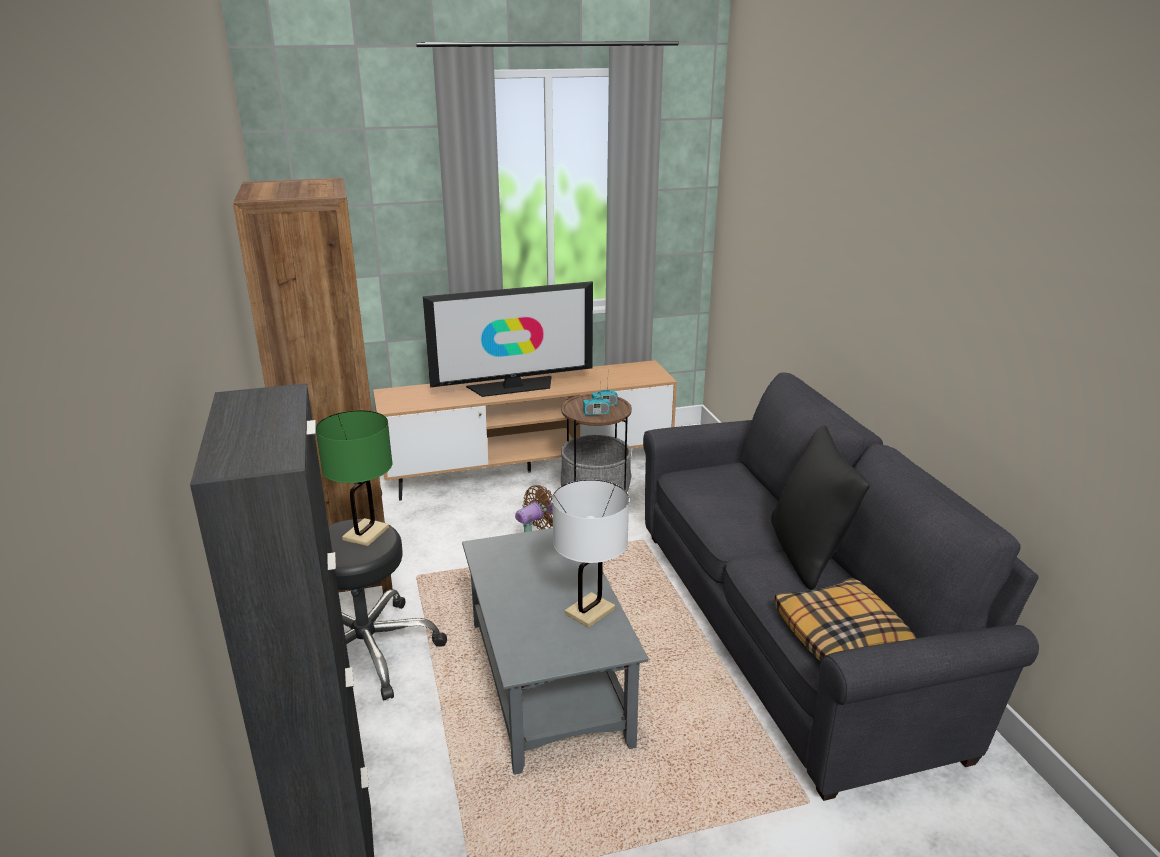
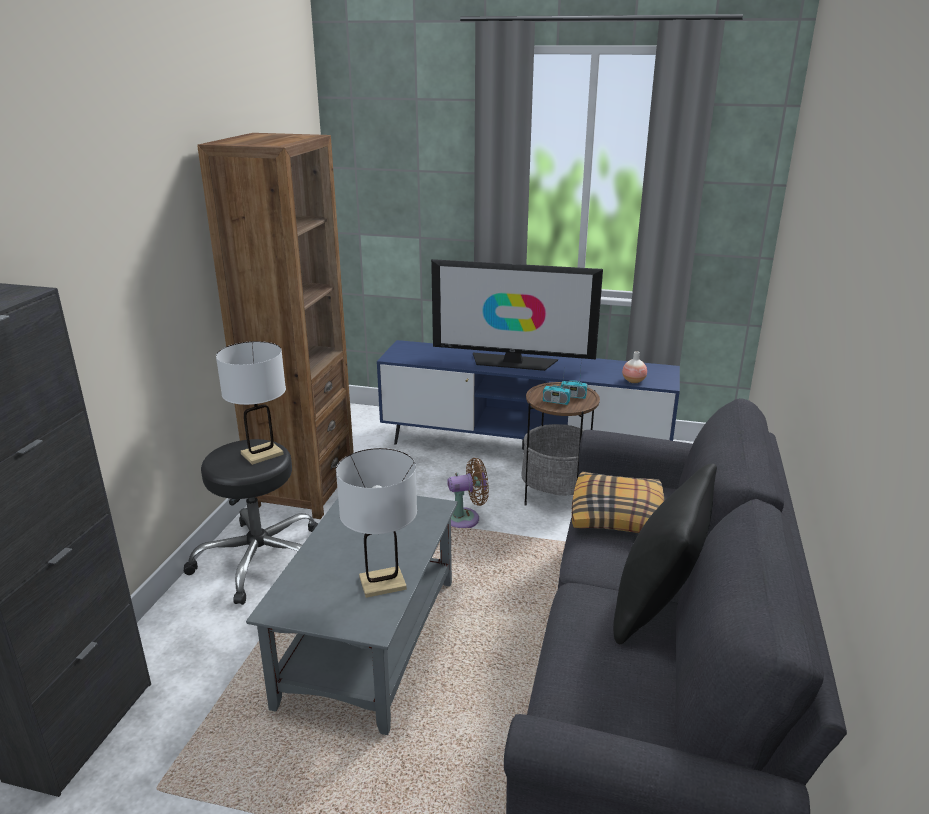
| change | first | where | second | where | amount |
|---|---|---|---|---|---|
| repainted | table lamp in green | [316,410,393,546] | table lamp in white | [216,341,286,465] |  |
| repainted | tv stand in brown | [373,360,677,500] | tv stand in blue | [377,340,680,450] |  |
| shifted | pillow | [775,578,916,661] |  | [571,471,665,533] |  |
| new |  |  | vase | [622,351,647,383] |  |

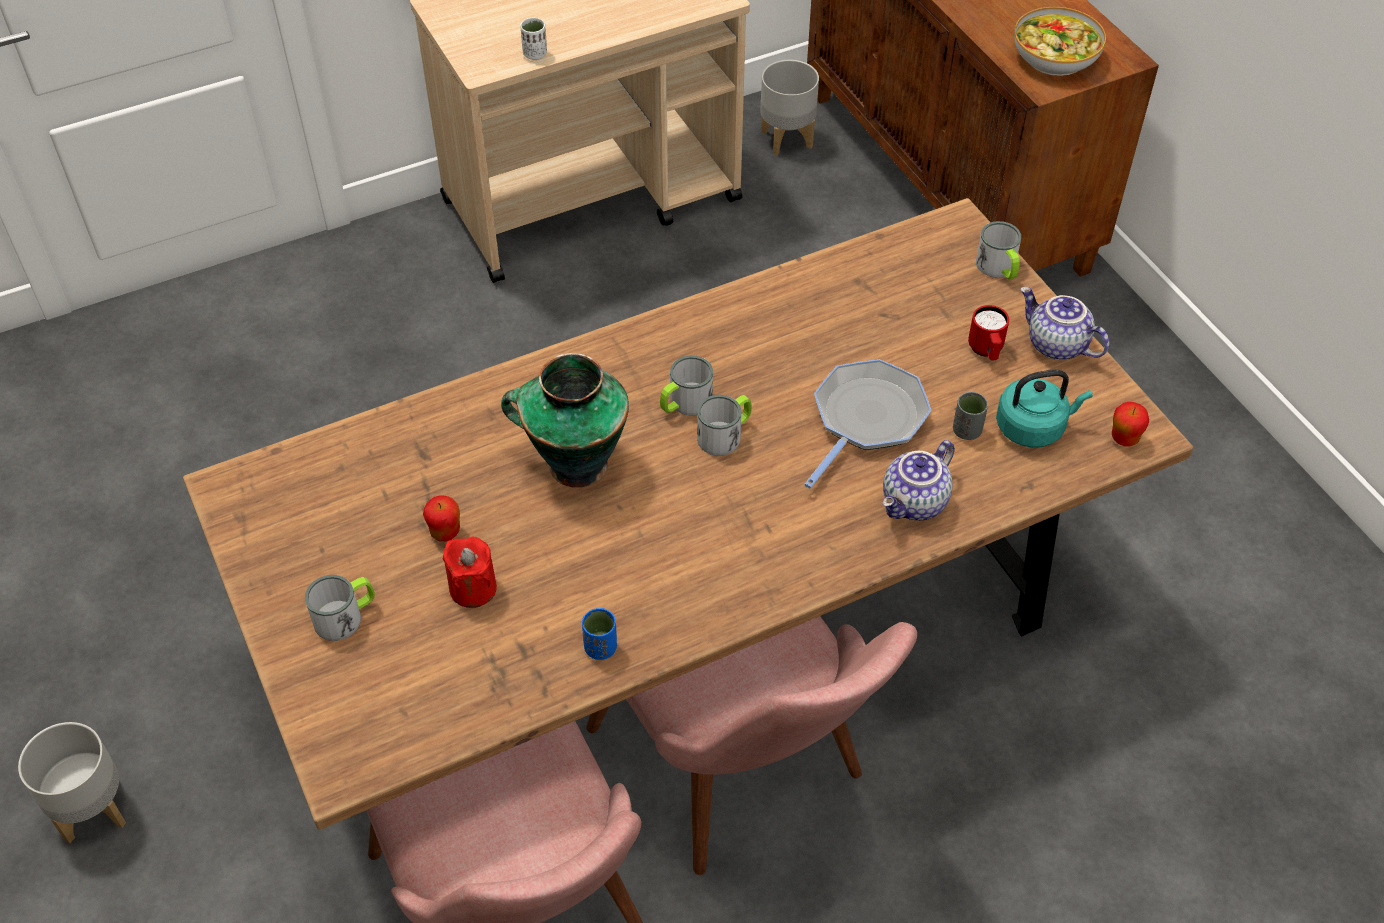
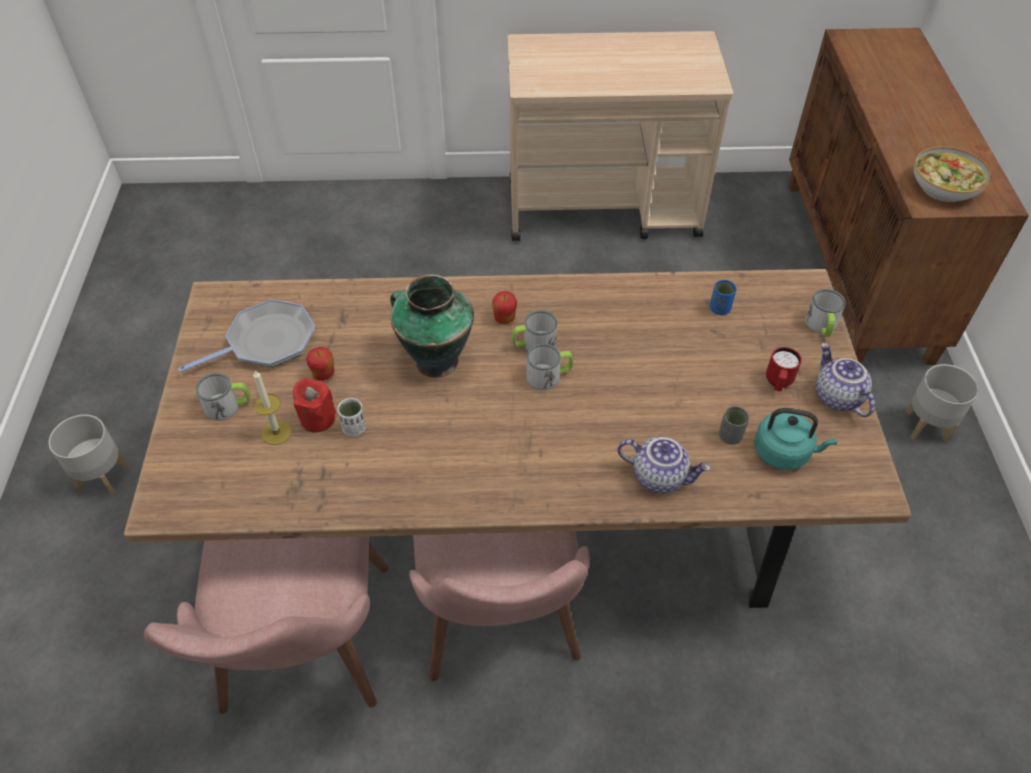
| change | first | where | second | where | amount |
|---|---|---|---|---|---|
| shifted | frying pan | [804,359,931,489] |  | [178,299,315,372] |  |
| new |  |  | candle | [253,370,292,445] |  |
| shifted | cup in white | [520,18,547,60] |  | [338,398,366,437] |  |
| shifted | apple | [1112,402,1149,447] |  | [492,291,517,324] |  |
| rotated | teapot | [883,440,955,520] |  | [618,437,711,493] | 135 degrees counterclockwise |
| shifted | cup in blue | [582,608,617,660] |  | [710,280,737,315] |  |
| shifted | planter in grey | [760,60,819,156] |  | [906,364,979,443] |  |

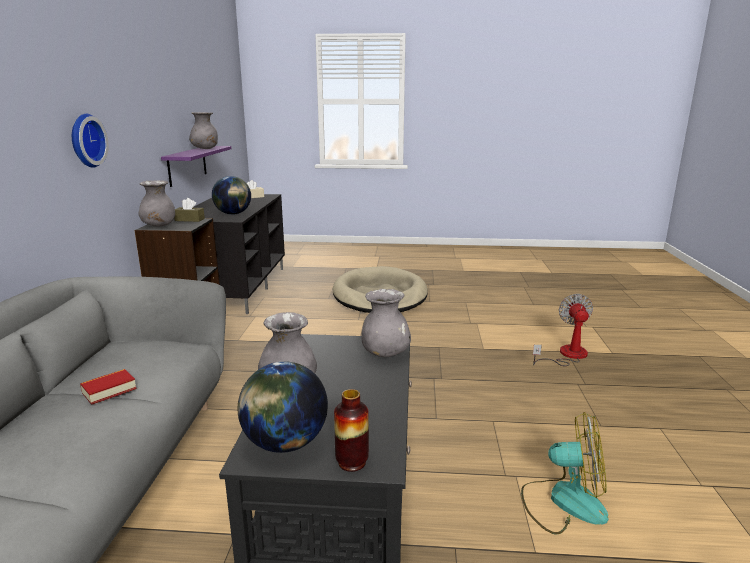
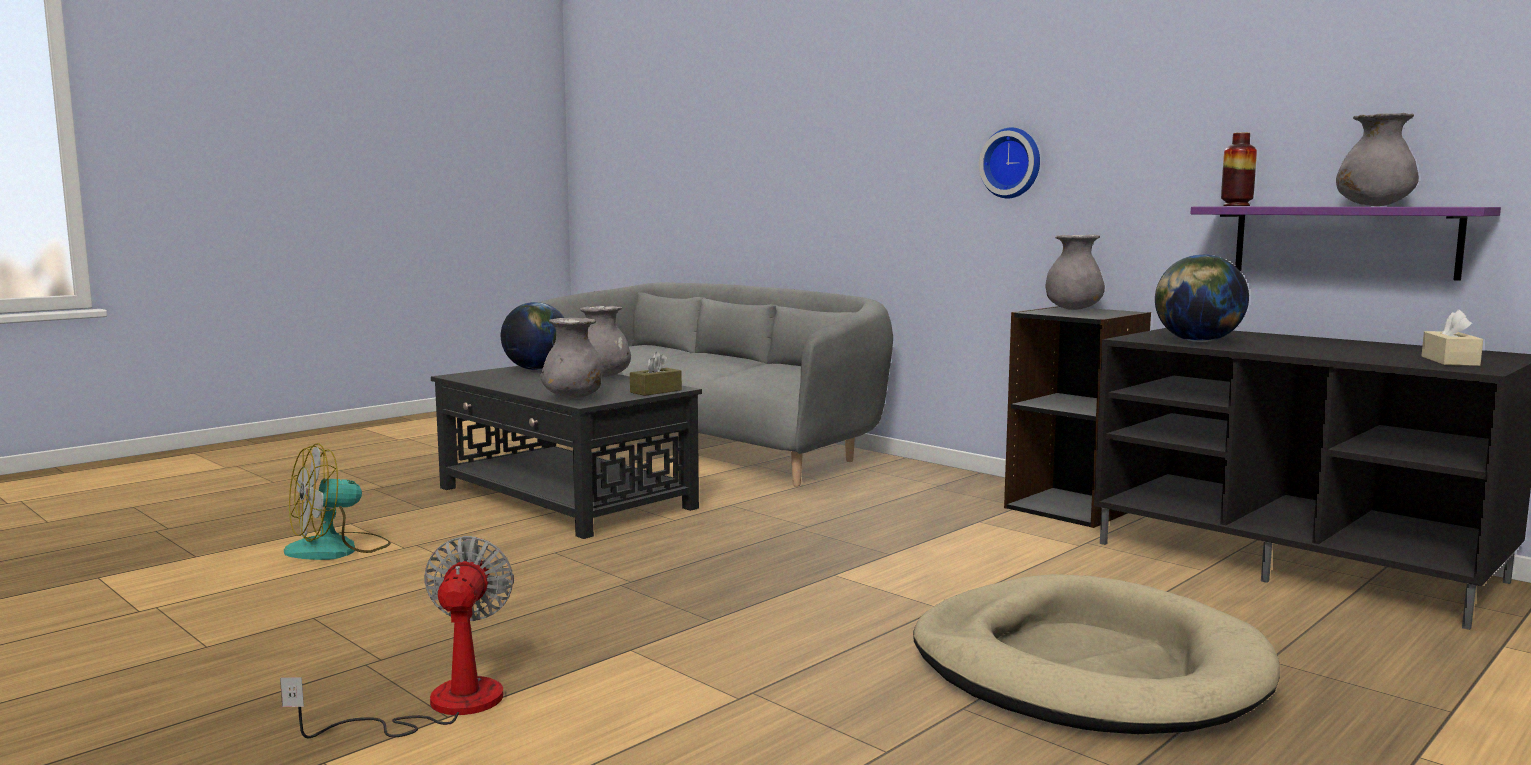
| change | first | where | second | where | amount |
|---|---|---|---|---|---|
| rotated | fan | [533,294,593,366] |  | [280,536,514,738] | 135 degrees counterclockwise |
| shifted | tissue box in brown | [174,198,205,222] |  | [630,352,682,396] |  |
| shifted | vase | [334,389,369,472] |  | [1221,133,1257,206] |  |
| gone | book | [80,369,137,405] |  |  |  |

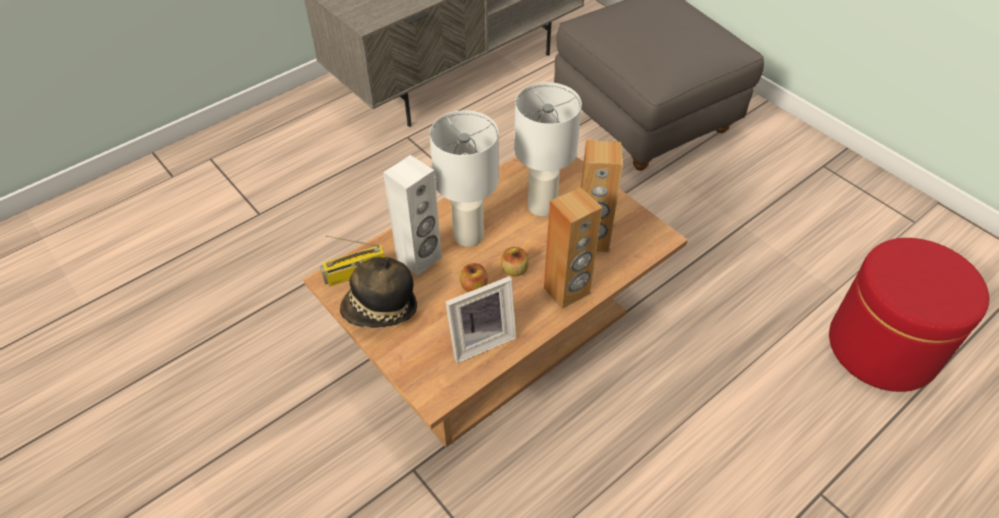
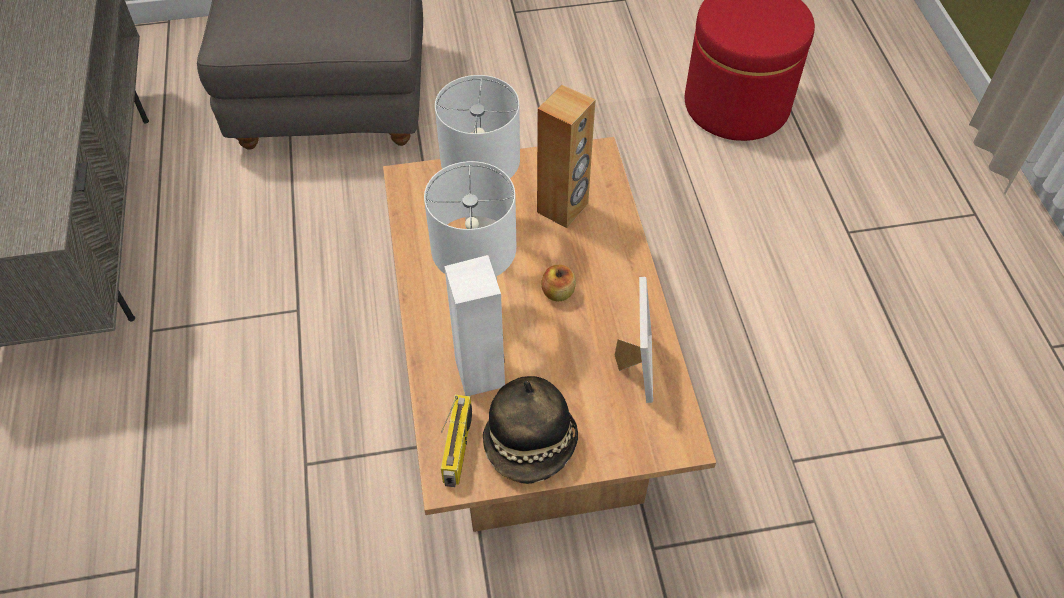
| change | first | where | second | where | amount |
|---|---|---|---|---|---|
| gone | apple | [460,263,488,292] |  |  |  |
| gone | speaker in brown | [544,187,602,309] |  |  |  |

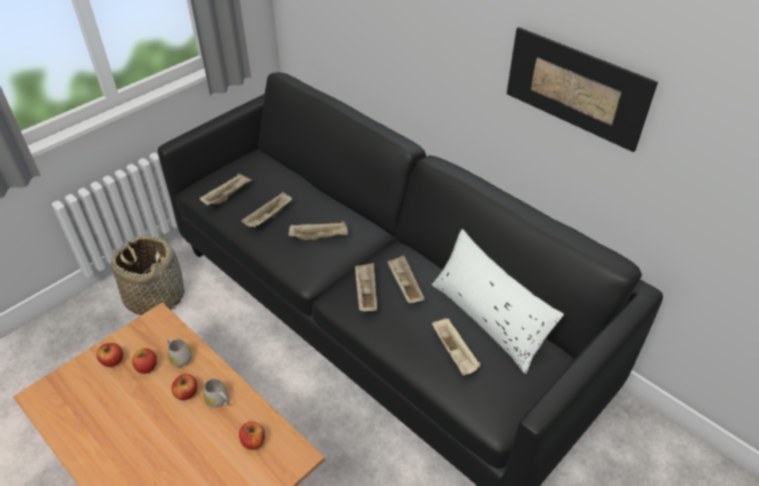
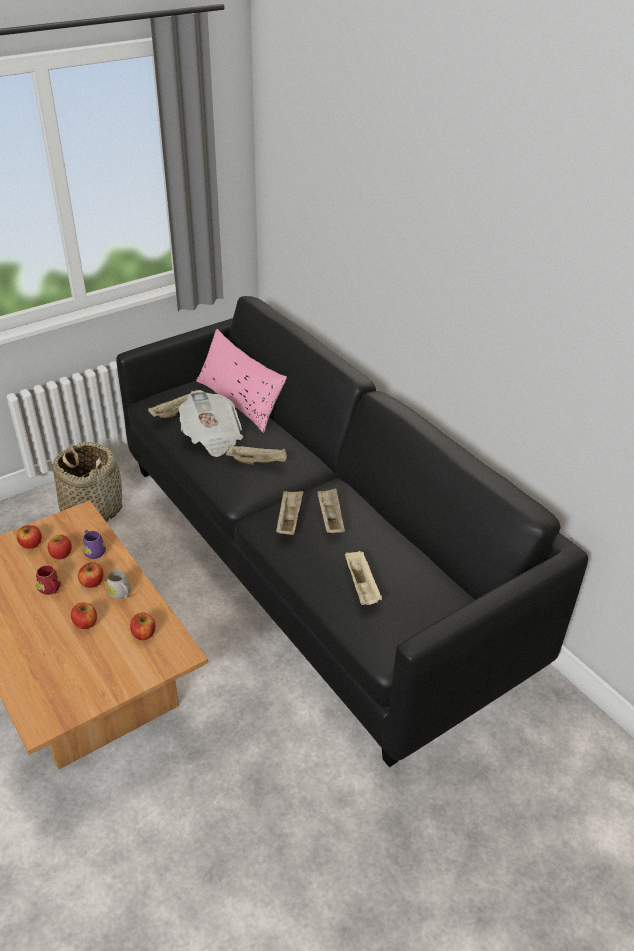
| change | first | where | second | where | amount |
|---|---|---|---|---|---|
| new |  |  | mug in red | [36,565,61,595] |  |
| new |  |  | apple | [71,603,97,629] |  |
| repainted | mug in white | [167,339,192,367] | mug in purple | [82,530,106,559] |  |
| swapped | tray in beige | [241,192,292,228] | newspaper | [179,390,243,457] |  |
| new |  |  | pillow in pink | [196,329,287,433] |  |
| gone | pillow in white | [432,229,564,374] |  |  |  |
| gone | picture | [507,27,658,152] |  |  |  |

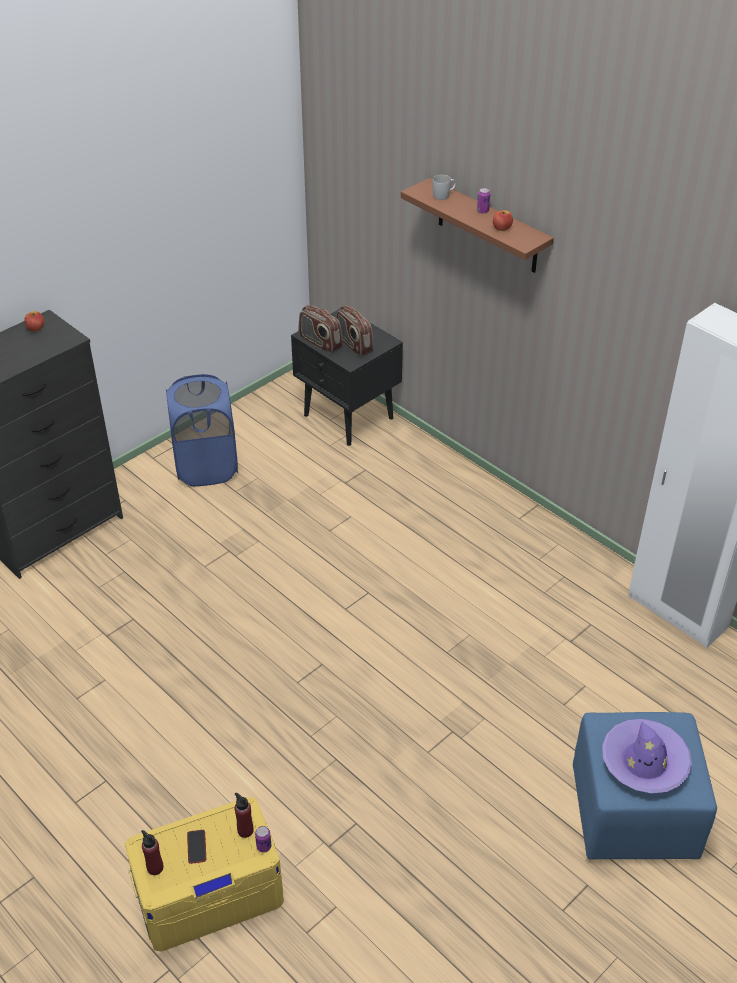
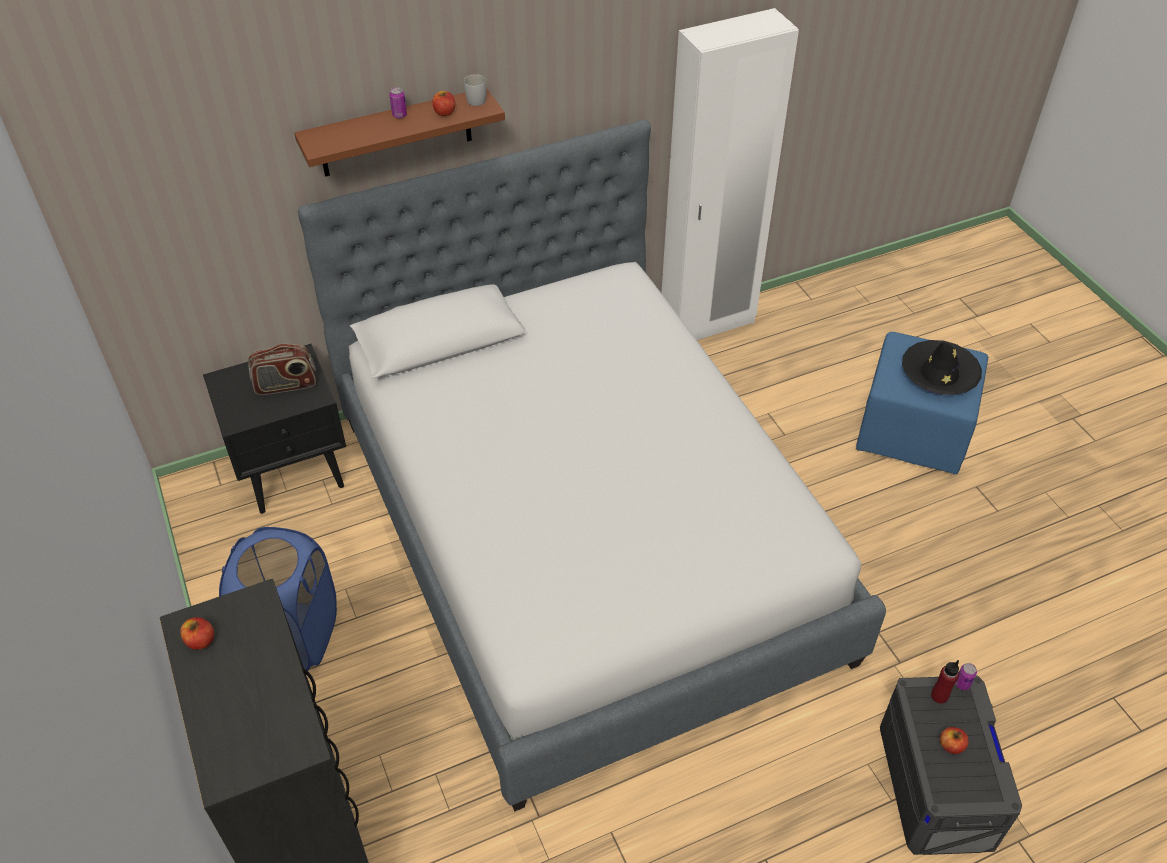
| change | first | where | second | where | amount |
|---|---|---|---|---|---|
| new |  |  | bed | [298,120,886,812] |  |
| shifted | mug in white | [432,175,456,200] |  | [464,74,487,106] |  |
| repainted | storage box in yellow | [125,797,284,952] | storage box in grey | [880,675,1022,855] |  |
| repainted | hat in purple | [602,719,692,793] | hat in black | [902,340,982,395] |  |
| swapped | phone | [187,830,206,864] | apple | [940,727,969,754] |  |
| gone | bottle in red | [141,830,163,875] |  |  |  |
| gone | radio | [299,305,343,354] |  |  |  |

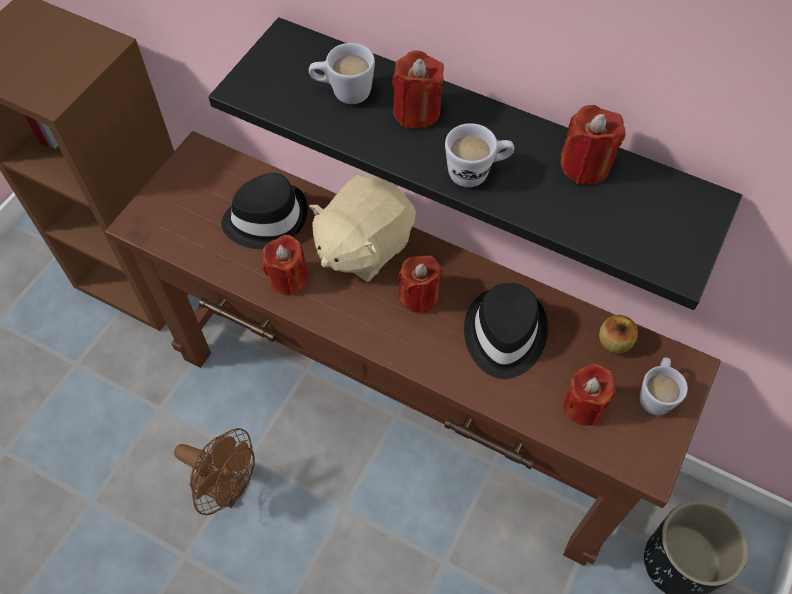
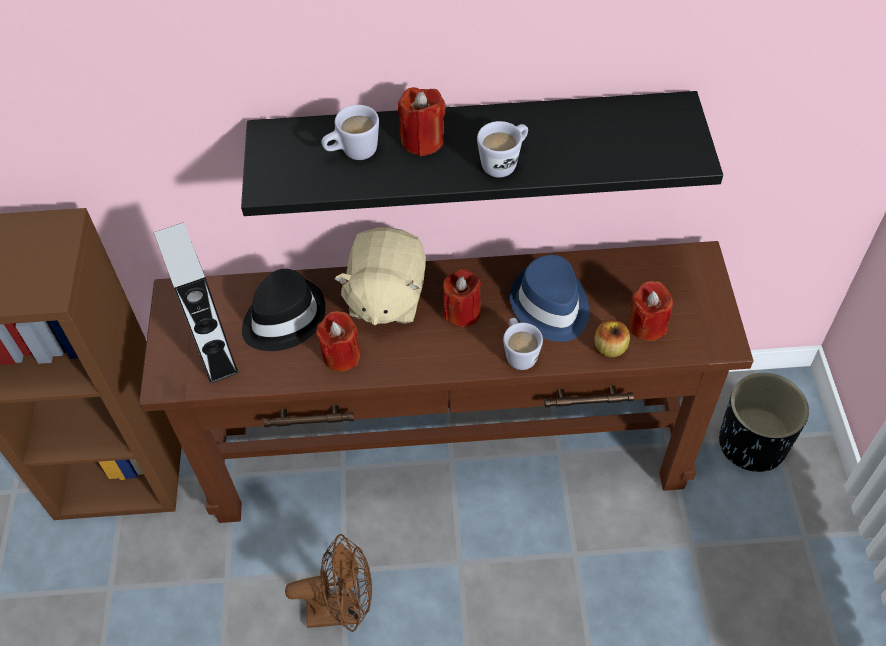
| change | first | where | second | where | amount |
|---|---|---|---|---|---|
| new |  |  | speaker in grey | [154,222,239,384] |  |
| shifted | mug in white | [640,357,688,415] |  | [503,318,543,370] |  |
| repainted | hat in black | [464,283,548,379] | hat in blue | [510,255,589,342] |  |
| shifted | apple | [599,315,638,354] |  | [594,320,630,357] |  |
| gone | candle in red | [560,105,626,185] |  |  |  |

